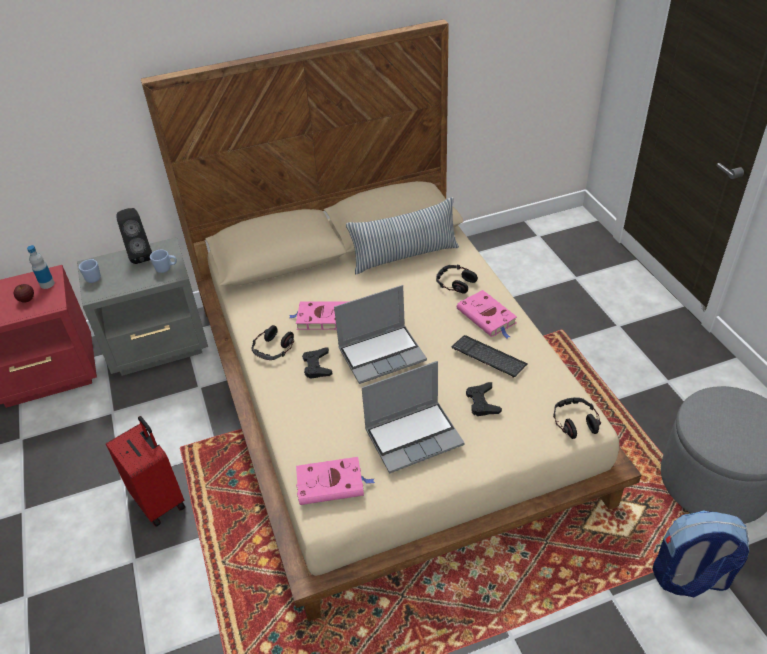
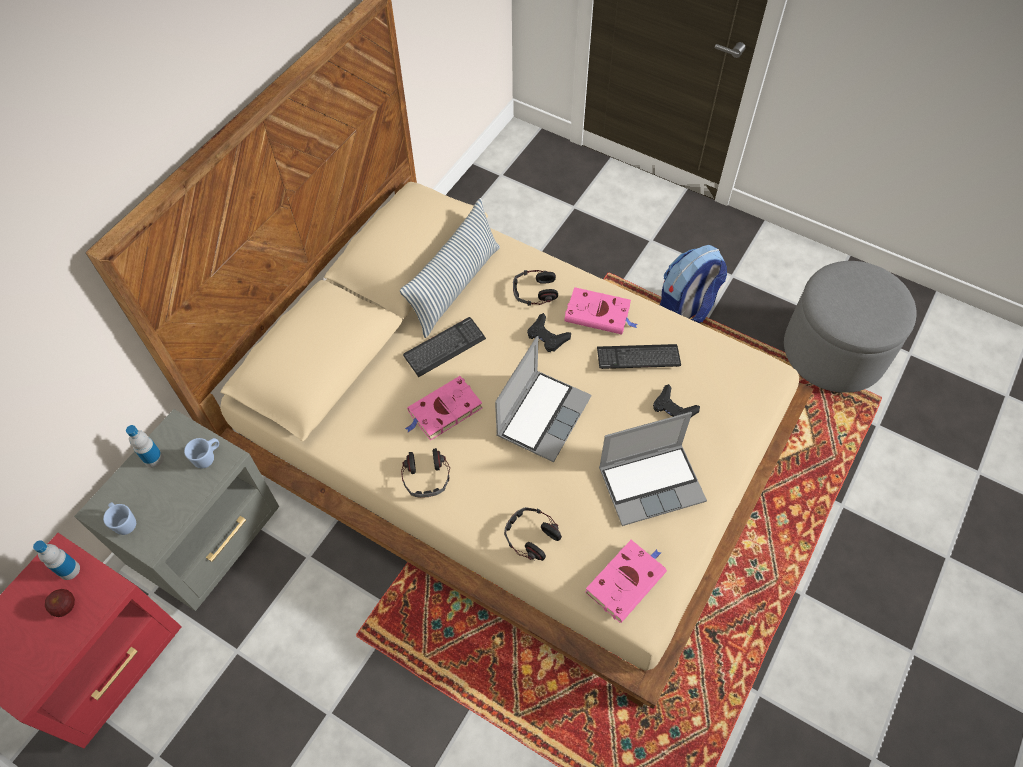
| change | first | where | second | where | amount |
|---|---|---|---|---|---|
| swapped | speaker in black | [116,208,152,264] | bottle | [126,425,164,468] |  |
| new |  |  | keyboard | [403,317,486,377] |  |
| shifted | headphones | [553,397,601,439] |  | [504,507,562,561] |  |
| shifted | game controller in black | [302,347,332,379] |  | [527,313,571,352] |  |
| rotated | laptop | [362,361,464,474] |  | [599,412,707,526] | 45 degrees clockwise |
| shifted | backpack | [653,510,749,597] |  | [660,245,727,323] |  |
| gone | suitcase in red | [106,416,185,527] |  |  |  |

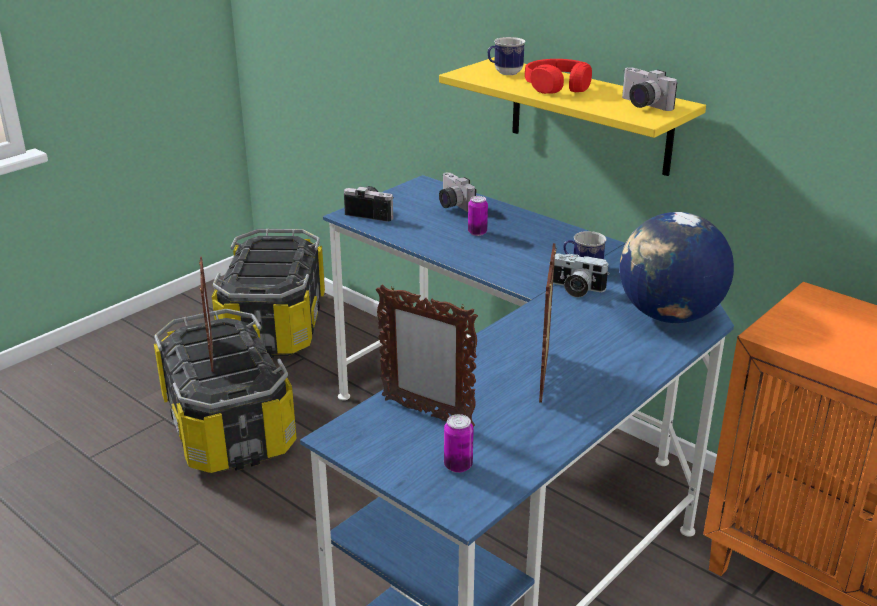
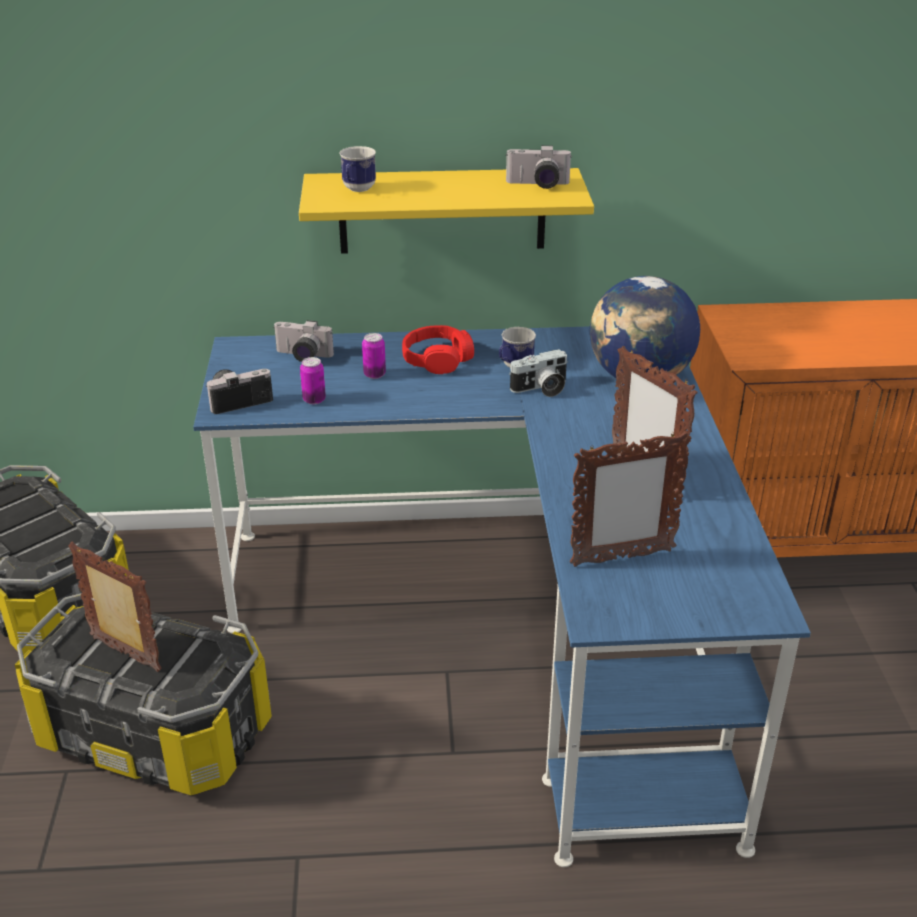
| change | first | where | second | where | amount |
|---|---|---|---|---|---|
| shifted | can | [444,414,474,473] |  | [300,357,326,404] |  |
| shifted | headphones in red | [525,59,592,94] |  | [402,325,474,374] |  |

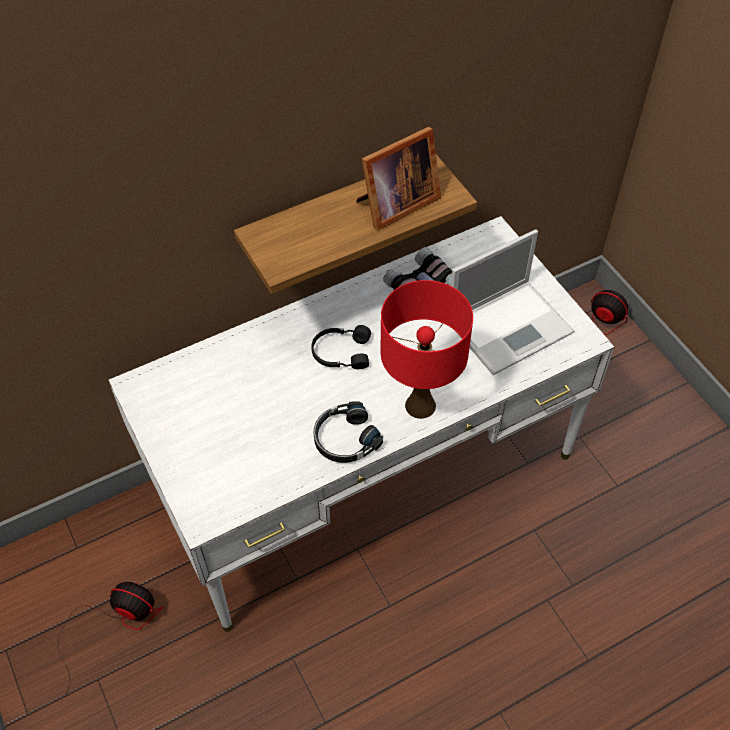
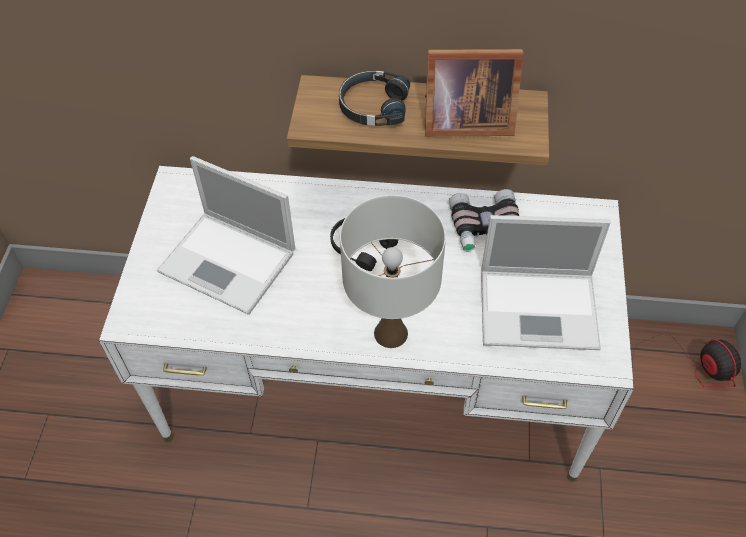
| change | first | where | second | where | amount |
|---|---|---|---|---|---|
| new |  |  | laptop | [157,156,295,315] |  |
| shifted | headphones in black | [314,401,383,463] |  | [339,71,410,126] |  |
| repainted | table lamp in red | [381,280,473,419] | table lamp in white | [340,195,446,348] |  |
| gone | fan | [58,582,163,703] |  |  |  |

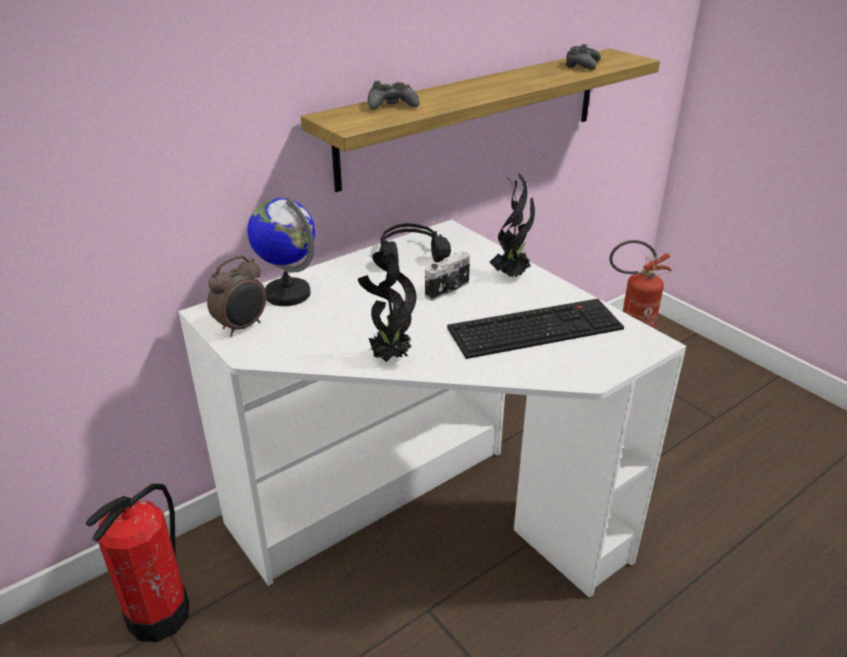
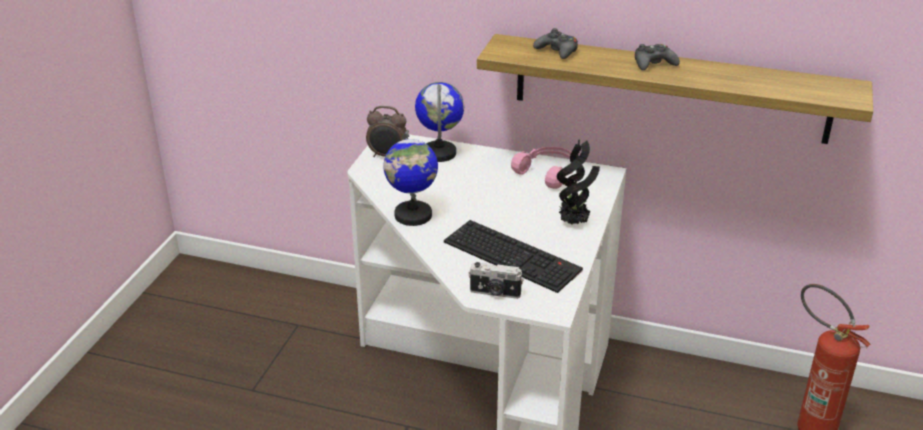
| change | first | where | second | where | amount |
|---|---|---|---|---|---|
| swapped | potted plant | [358,251,417,362] | globe | [383,130,438,226] |  |
| shifted | photo camera | [425,251,470,301] |  | [469,262,524,299] |  |
| repainted | headphones in black | [379,223,451,263] | headphones in pink | [511,147,573,189] |  |
| shifted | game controller in black | [564,44,601,70] |  | [635,44,680,70] |  |
| gone | fire extinguisher | [86,484,189,642] |  |  |  |

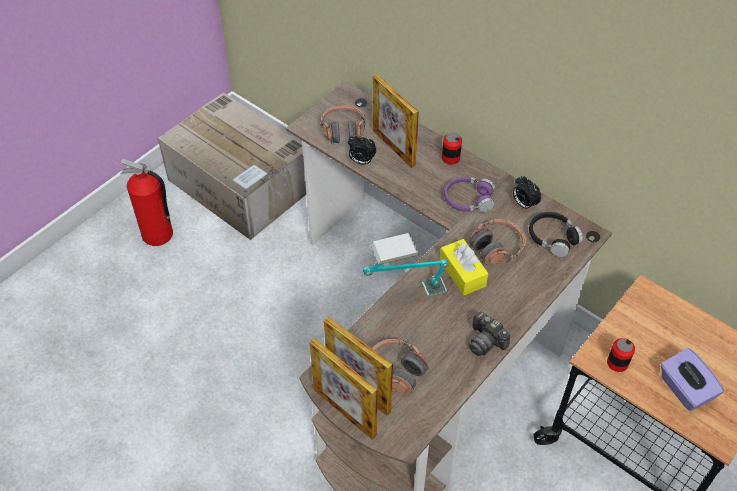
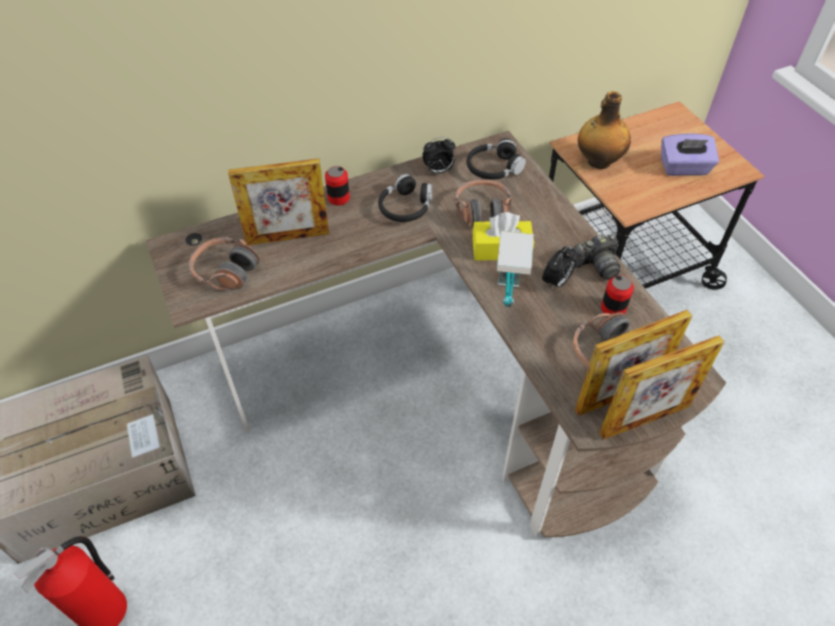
| change | first | where | second | where | amount |
|---|---|---|---|---|---|
| repainted | headphones in purple | [444,177,495,212] | headphones in black | [378,174,433,222] |  |
| shifted | alarm clock | [348,135,376,164] |  | [542,246,576,290] |  |
| new |  |  | bottle | [578,91,631,169] |  |
| shifted | can | [607,338,635,372] |  | [601,276,634,314] |  |

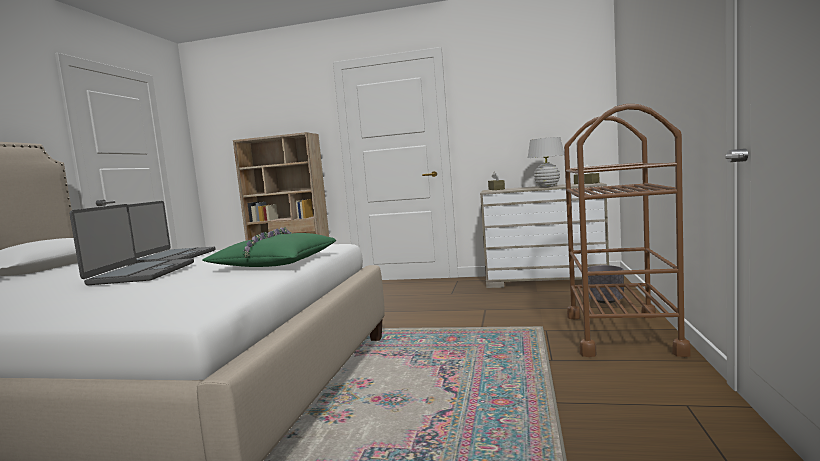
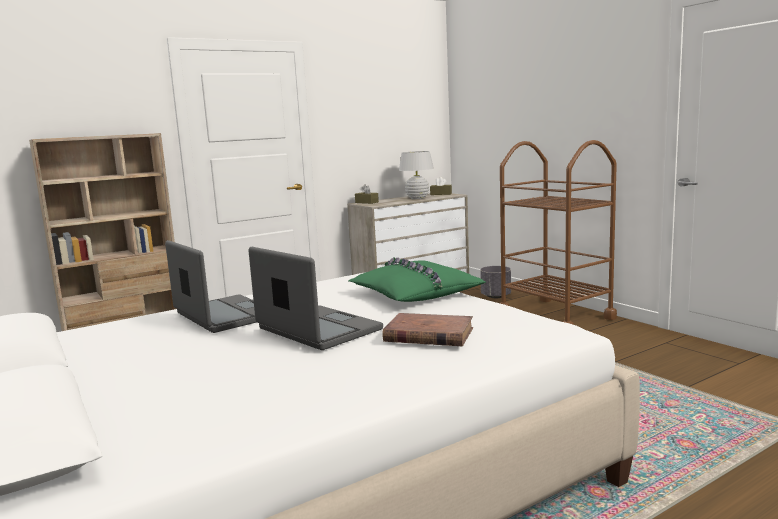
| change | first | where | second | where | amount |
|---|---|---|---|---|---|
| new |  |  | book in brown | [382,313,473,346] |  |

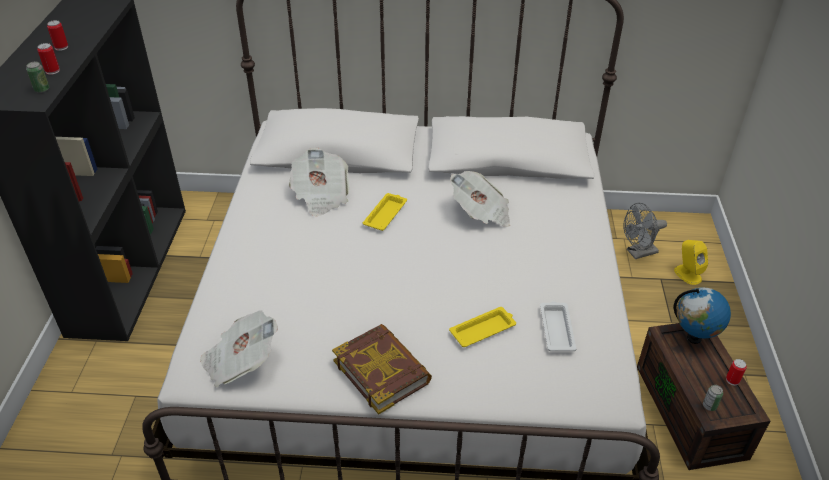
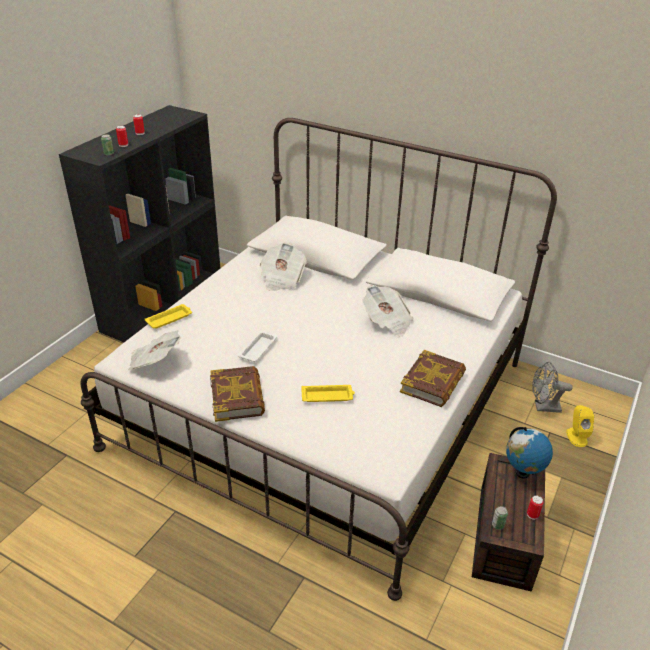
| change | first | where | second | where | amount |
|---|---|---|---|---|---|
| shifted | tray in yellow | [363,193,407,231] |  | [145,304,192,328] |  |
| shifted | tray in white | [540,301,576,351] |  | [238,331,277,362] |  |
| new |  |  | book | [400,350,466,407] |  |

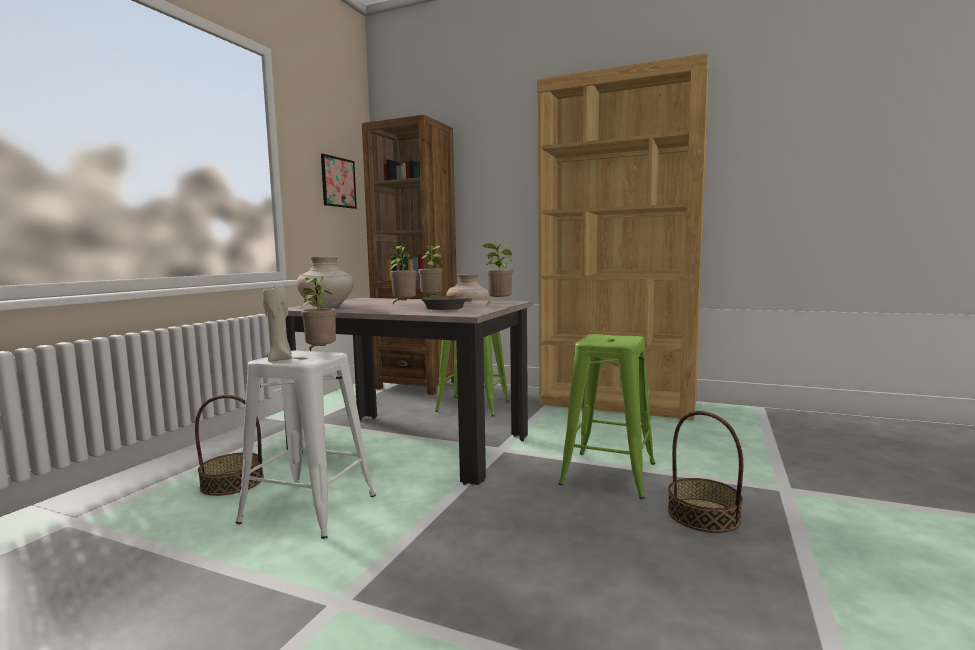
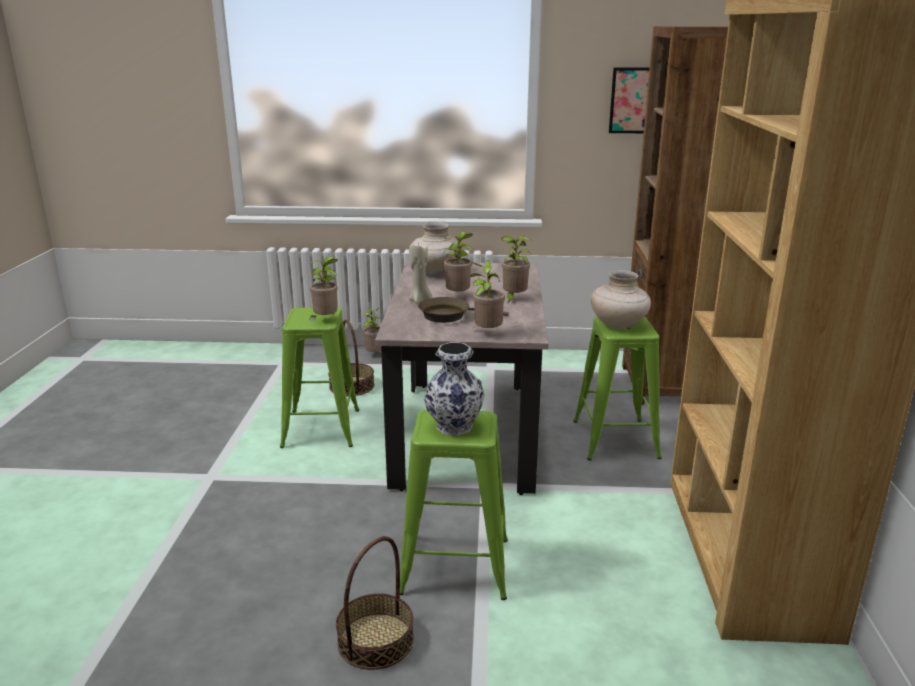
| change | first | where | second | where | amount |
|---|---|---|---|---|---|
| repainted | stool in white | [236,351,376,539] | stool in green | [280,307,359,448] |  |
| new |  |  | potted plant | [362,307,381,352] |  |
| shifted | candle in beige | [263,287,292,362] |  | [409,243,432,303] |  |
| new |  |  | vase | [424,342,485,436] |  |

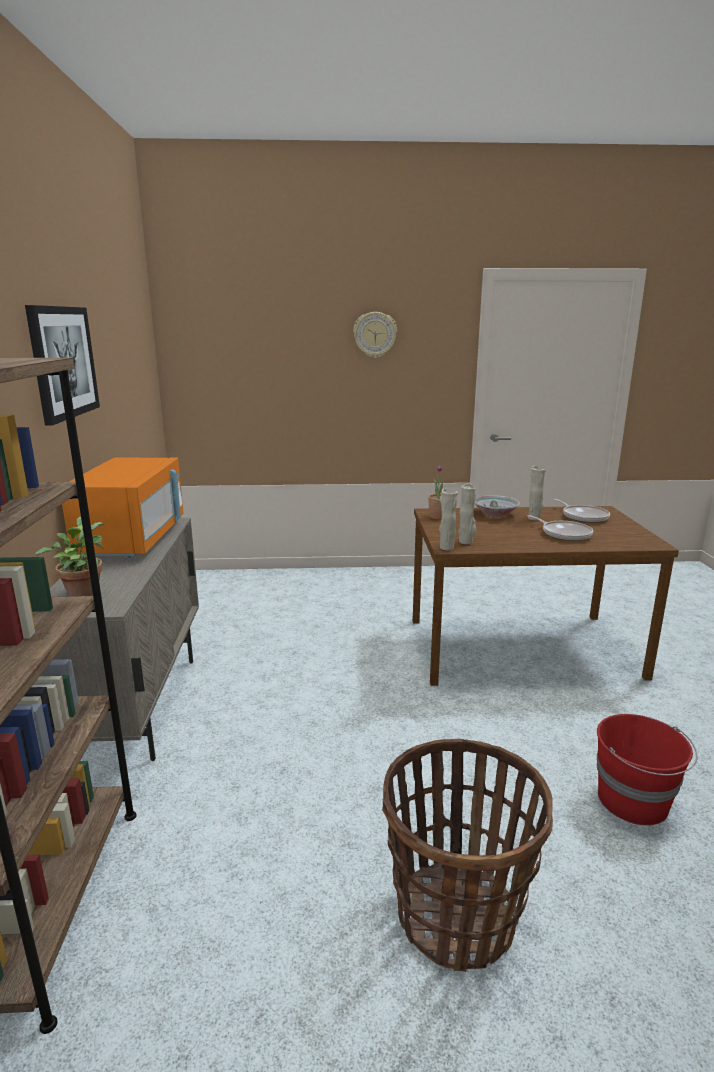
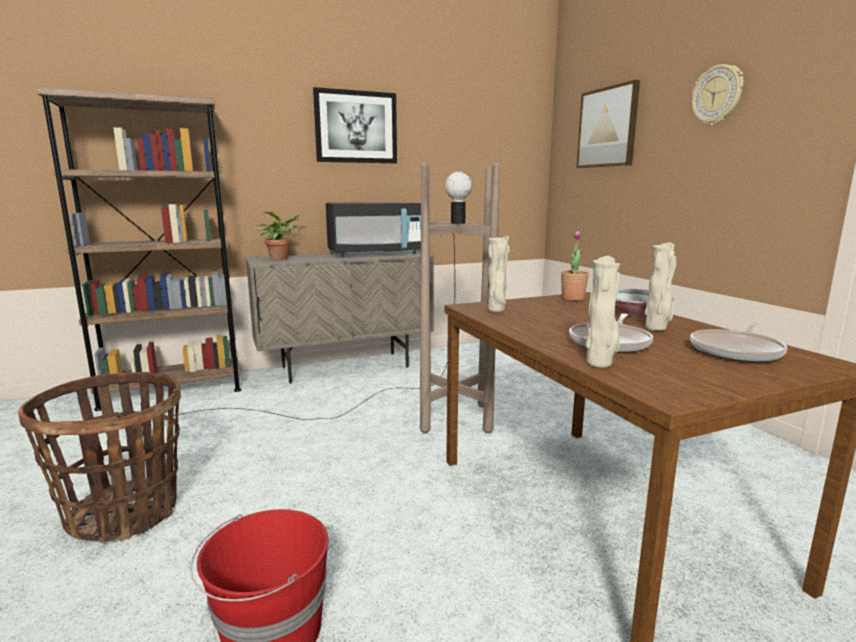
| change | first | where | second | where | amount |
|---|---|---|---|---|---|
| new |  |  | floor lamp in brown | [152,163,500,433] |  |
| repainted | microwave in orange | [62,457,184,558] | microwave in black | [326,202,421,257] |  |
| new |  |  | picture | [576,80,640,168] |  |
| shifted | vase in beige | [439,488,458,550] |  | [585,256,620,367] |  |

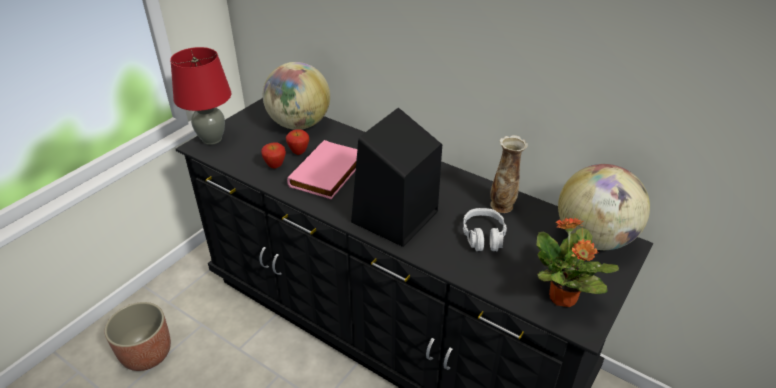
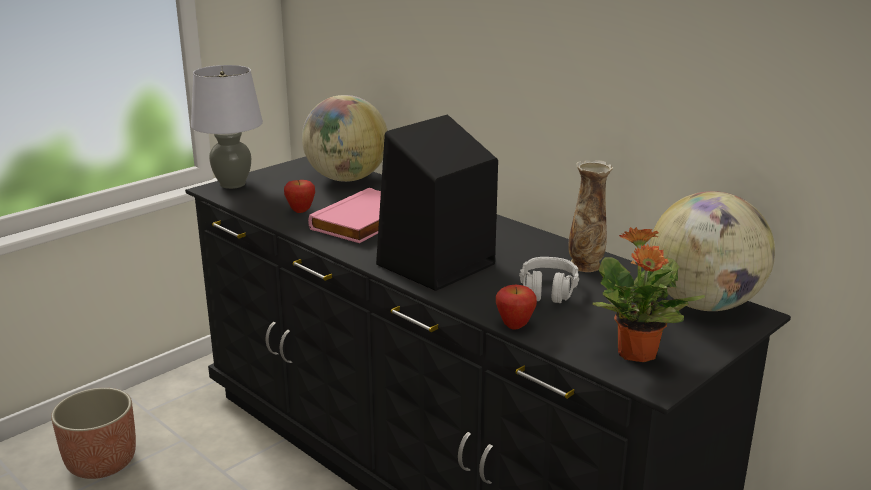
| change | first | where | second | where | amount |
|---|---|---|---|---|---|
| repainted | table lamp in red | [170,47,231,145] | table lamp in grey | [191,65,263,189] |  |
| shifted | apple | [286,129,310,155] |  | [496,285,537,330] |  |

